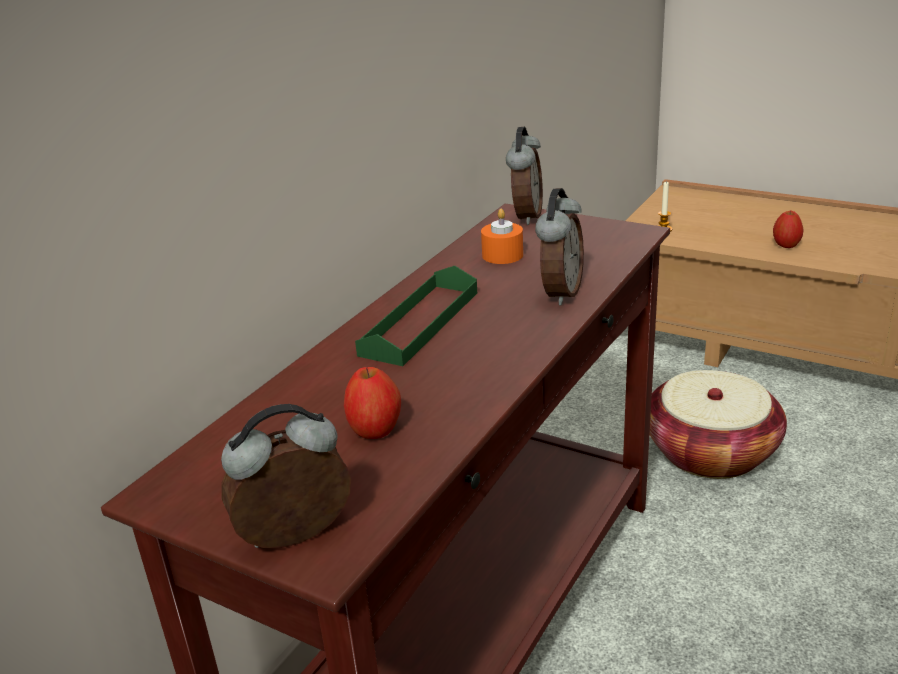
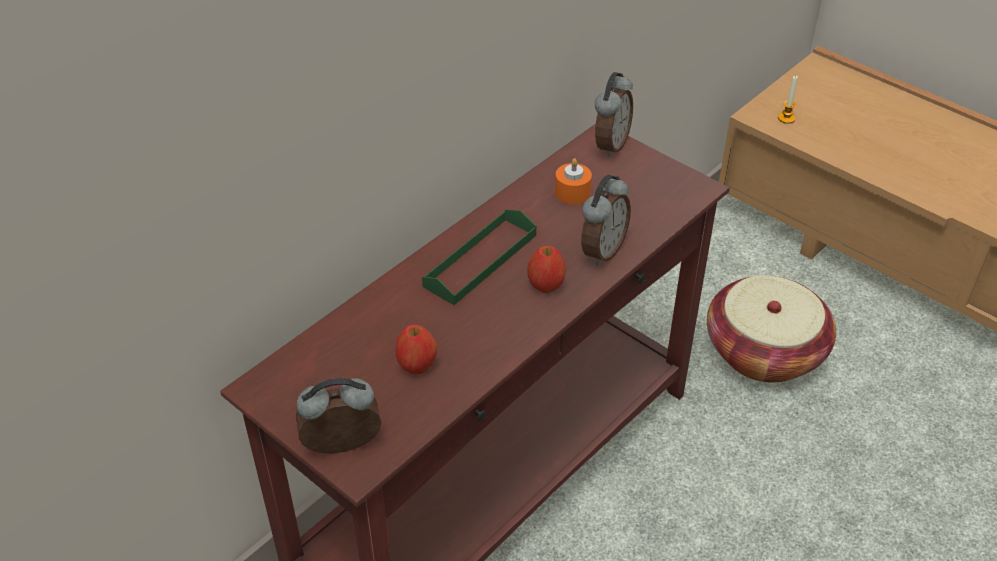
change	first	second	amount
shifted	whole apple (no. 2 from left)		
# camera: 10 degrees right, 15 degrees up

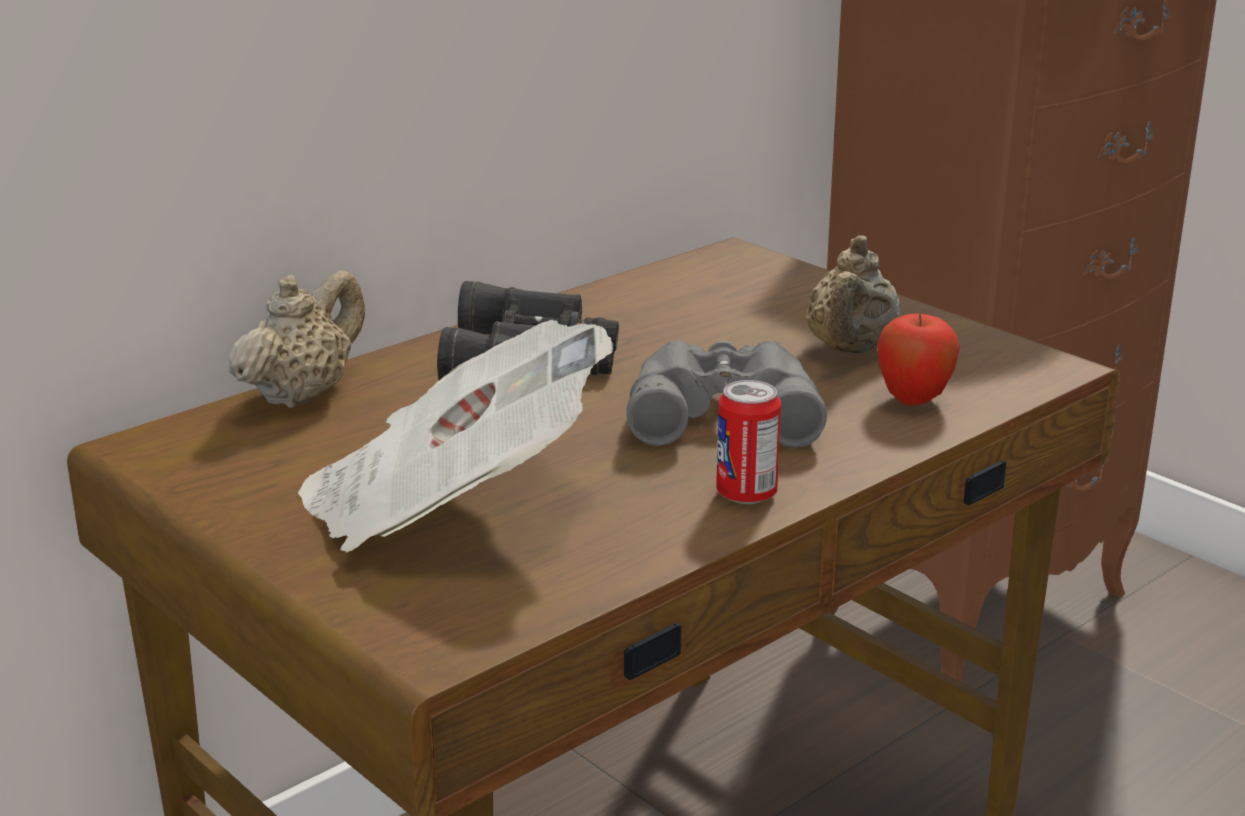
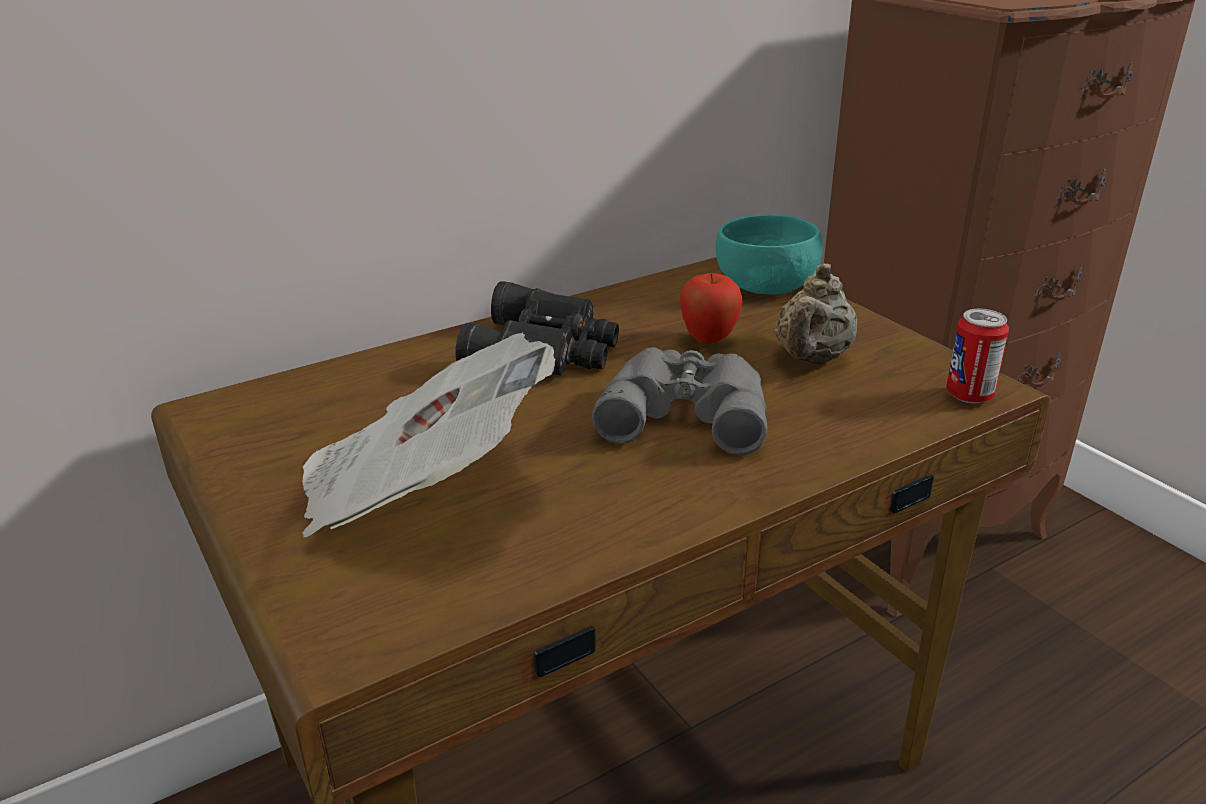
change	first	second	amount
gone	tea pot (beige) (no. 1 from left)		
shifted	whole apple		
shifted	sealed can		
new		serving bowl (blue-green)	
# camera: 10 degrees right, 5 degrees up

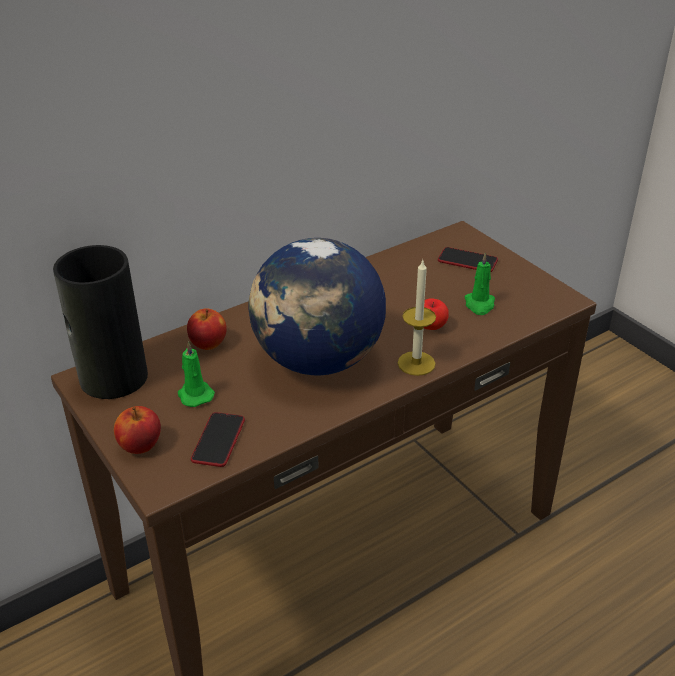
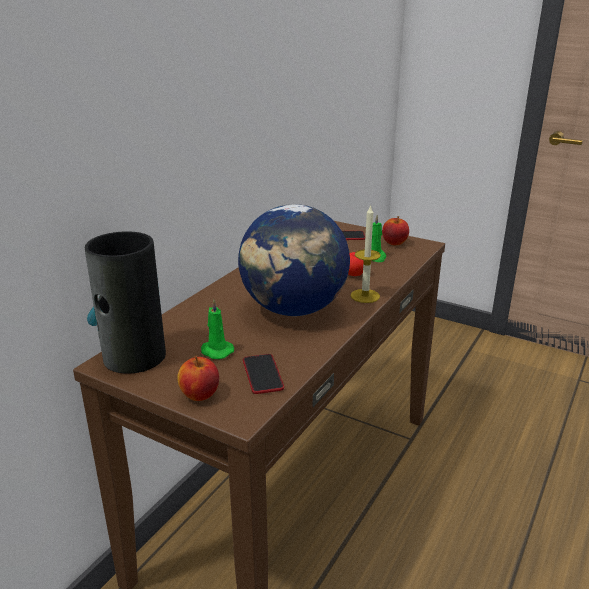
change	first	second	amount
shifted	whole apple (no. 2 from left in the first image)	whole apple (no. 3 from left)	
# camera: 25 degrees left, 10 degrees down

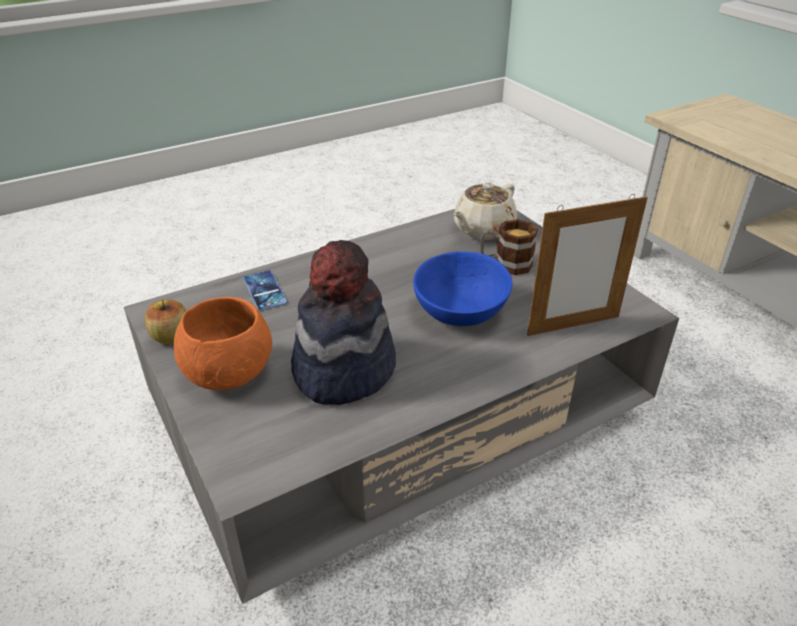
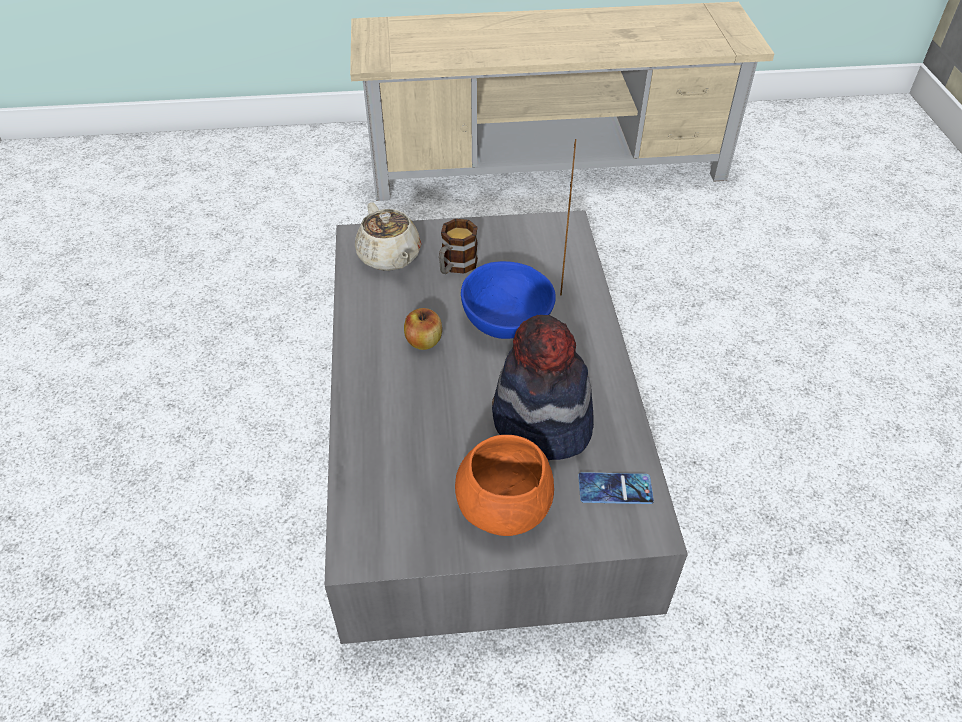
change	first	second	amount
shifted	telephone		
shifted	whole apple		
# camera: 65 degrees left, 10 degrees up

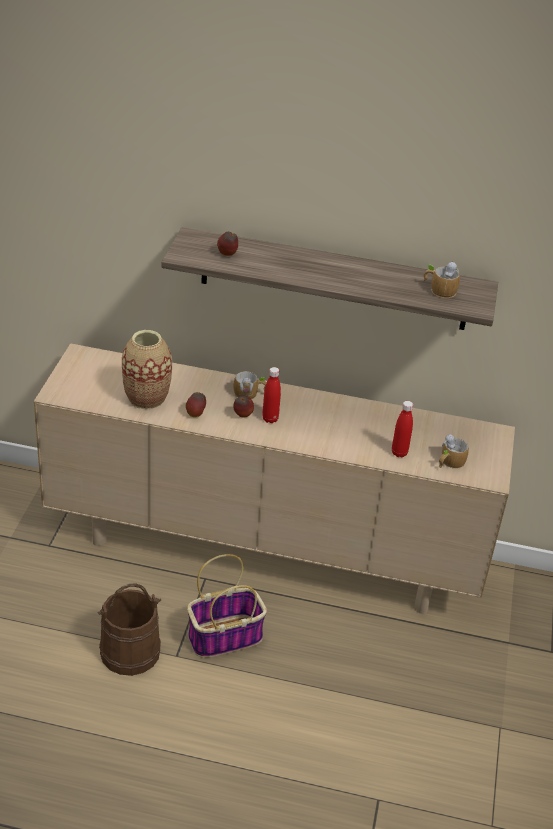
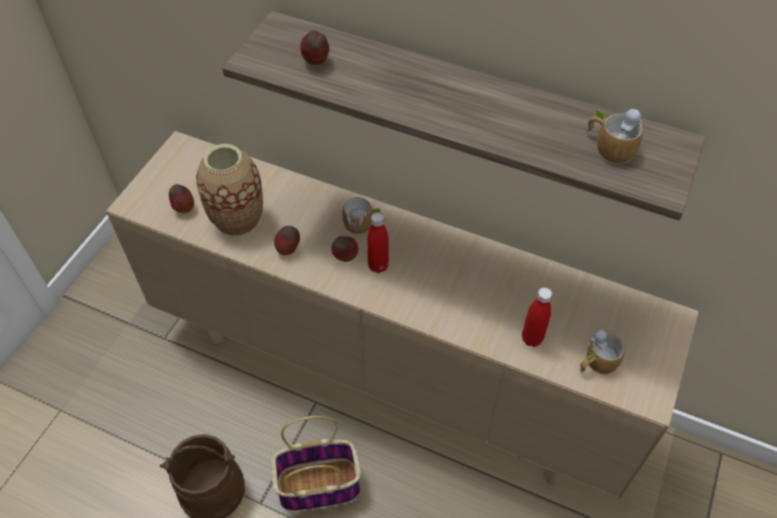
change	first	second	amount
new		whole apple (no. 1 from left)	
# camera: 15 degrees right, 15 degrees up

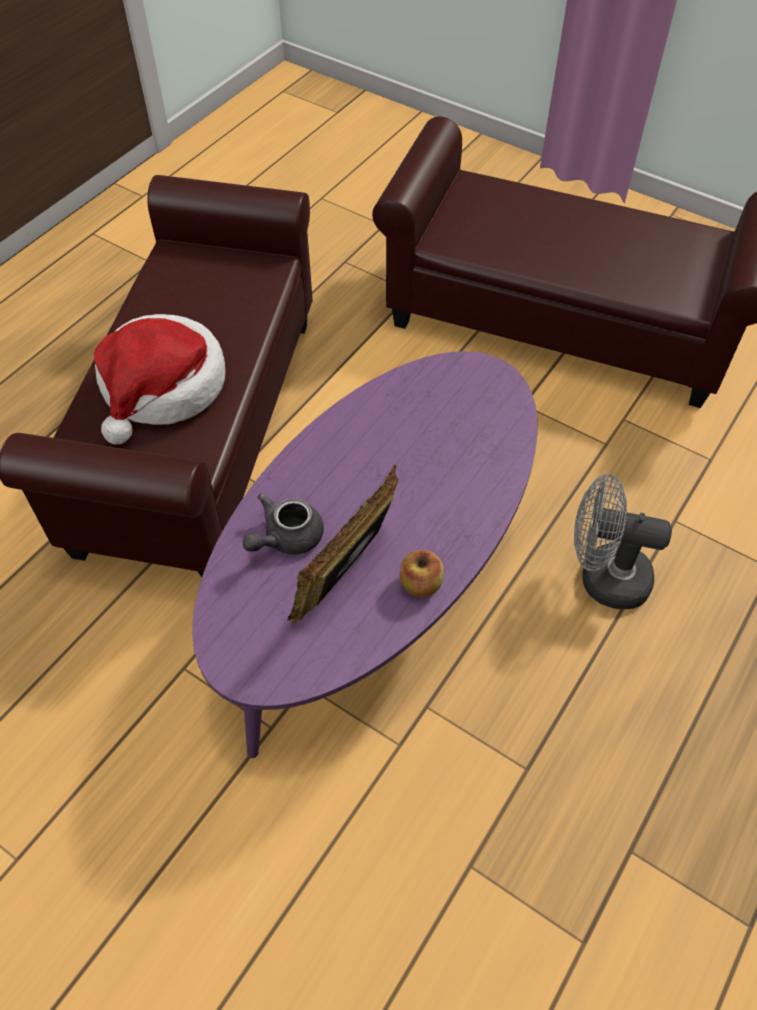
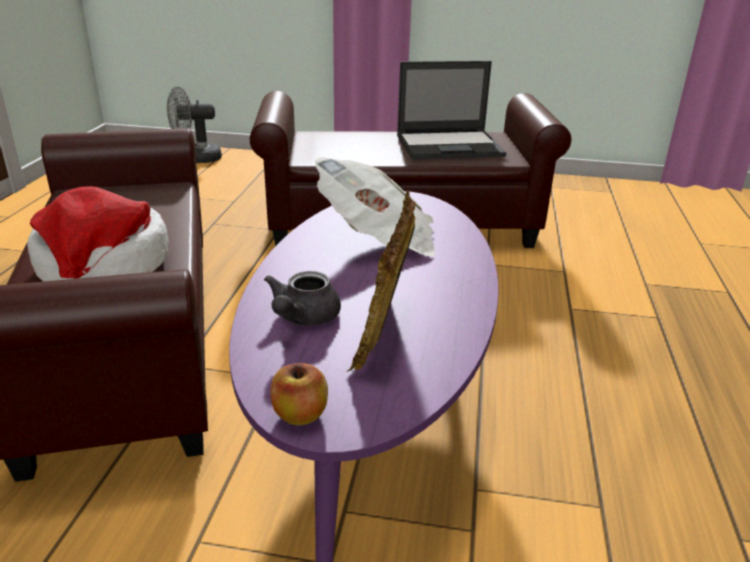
change	first	second	amount
shifted	cooling fan (greyish)		
shifted	whole apple		
new		laptop	
new		daily paper	
# camera: 25 degrees left, 25 degrees down

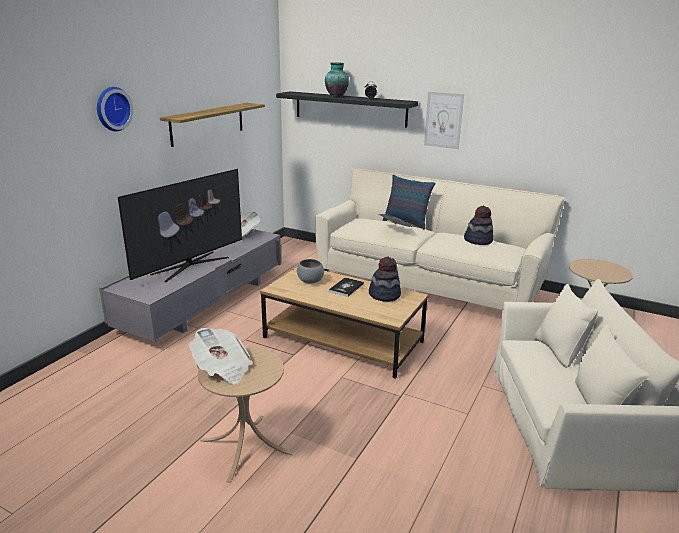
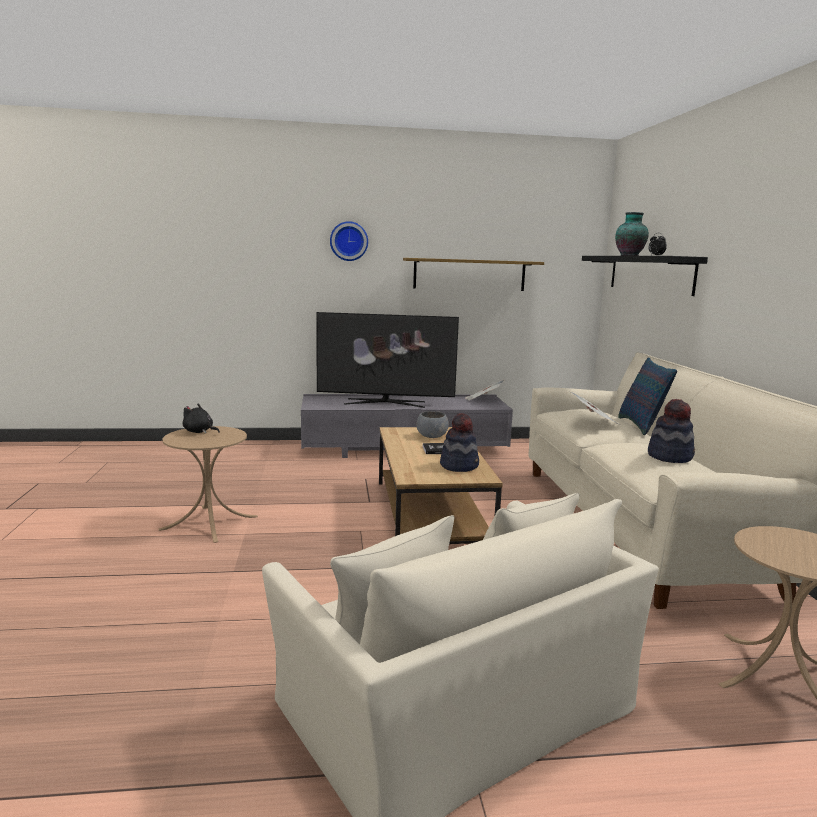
change	first	second	amount
gone	picture		
swapped	daily paper (no. 1 from left)	soft toy (blackish)	
# camera: 55 degrees right, 10 degrees down

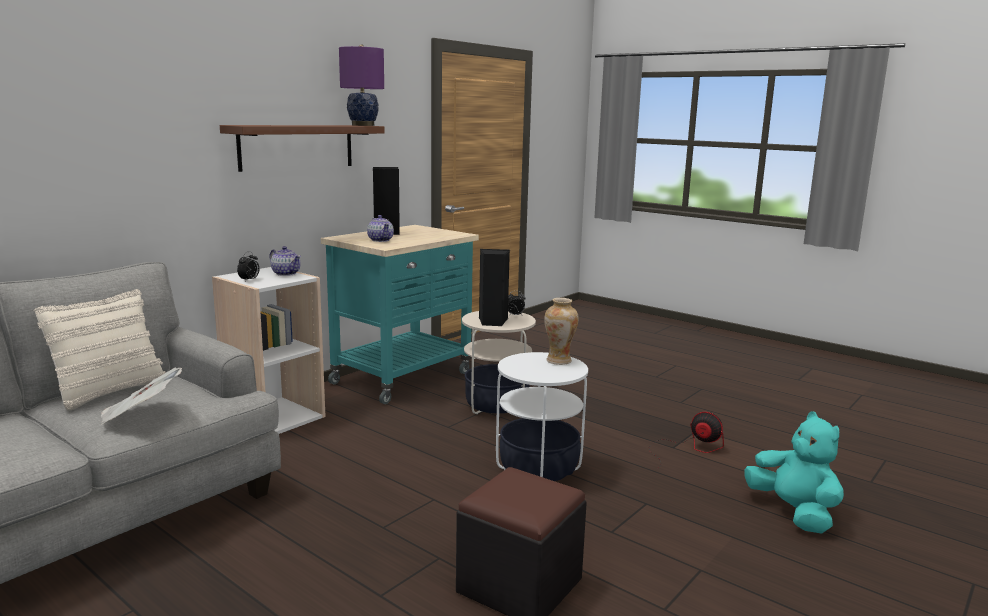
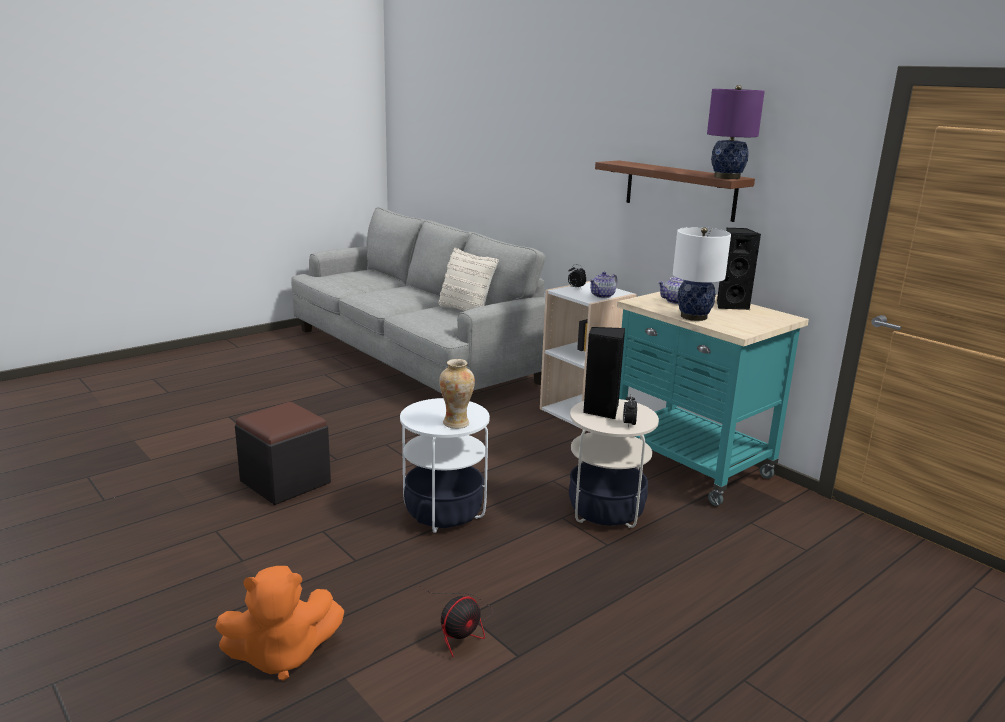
change	first	second	amount
gone	daily paper		
repainted	soft toy (blue-green)	soft toy (orangey)	
new		table lamp (white-coloured)	
# camera: 100 degrees right, 5 degrees up

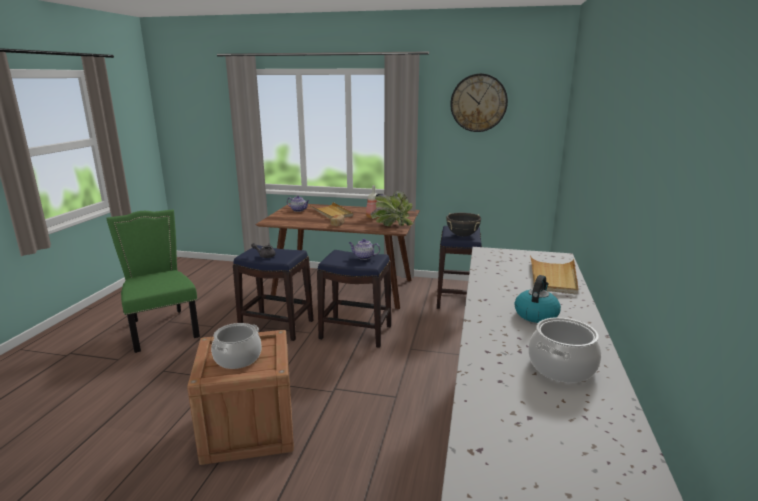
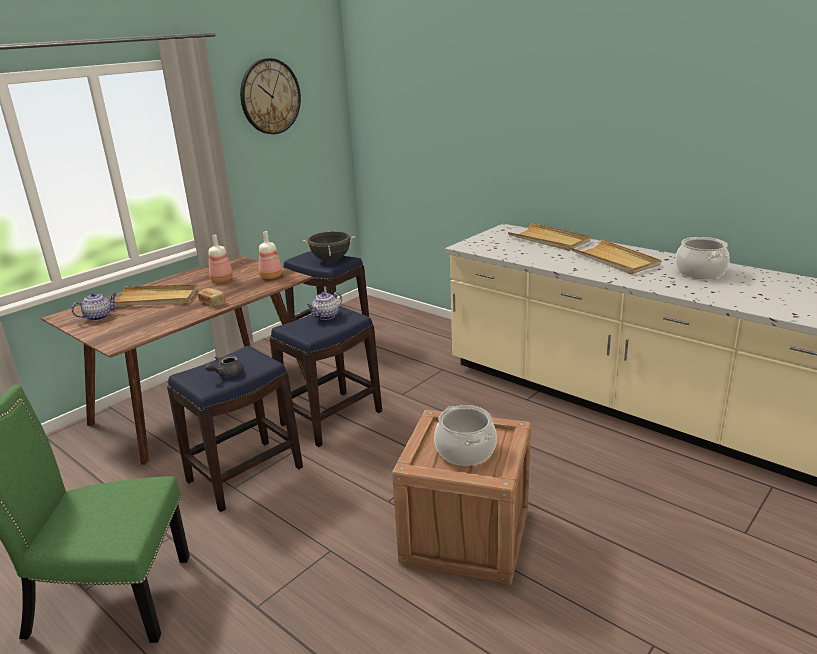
change	first	second	amount
swapped	houseplant	bottle (no. 2 from left)	
swapped	water kettle	serving tray (beige) (no. 3 from left)	
# camera: 60 degrees left, 5 degrees up

